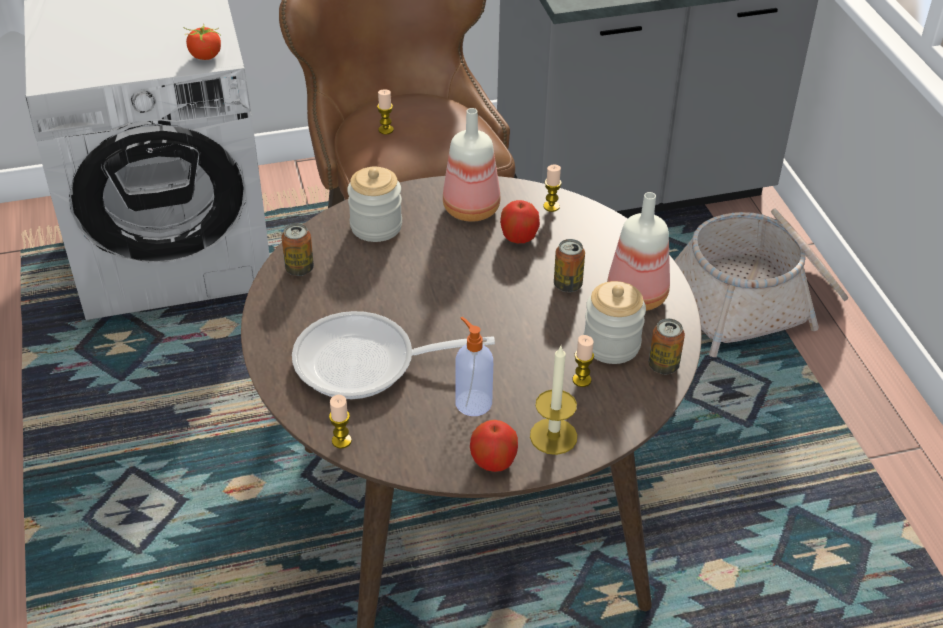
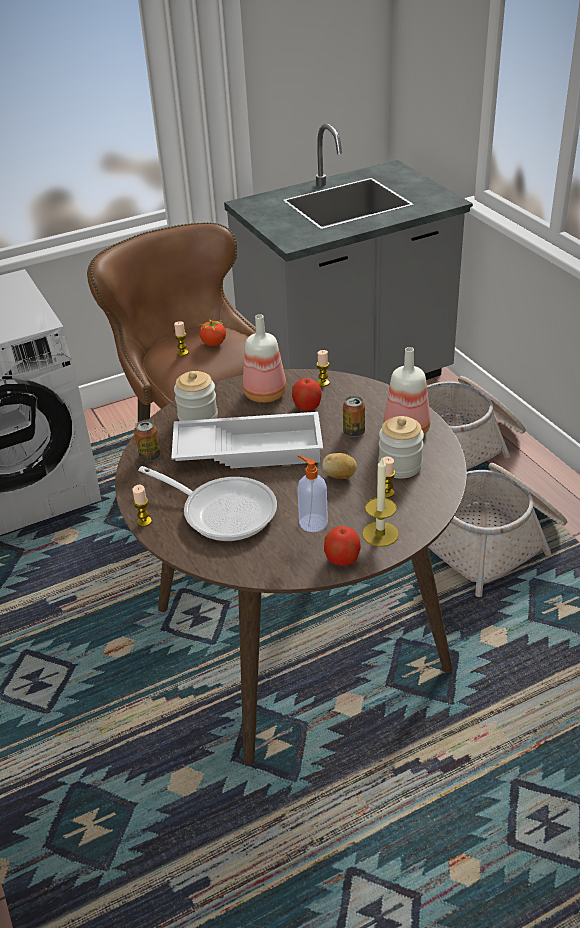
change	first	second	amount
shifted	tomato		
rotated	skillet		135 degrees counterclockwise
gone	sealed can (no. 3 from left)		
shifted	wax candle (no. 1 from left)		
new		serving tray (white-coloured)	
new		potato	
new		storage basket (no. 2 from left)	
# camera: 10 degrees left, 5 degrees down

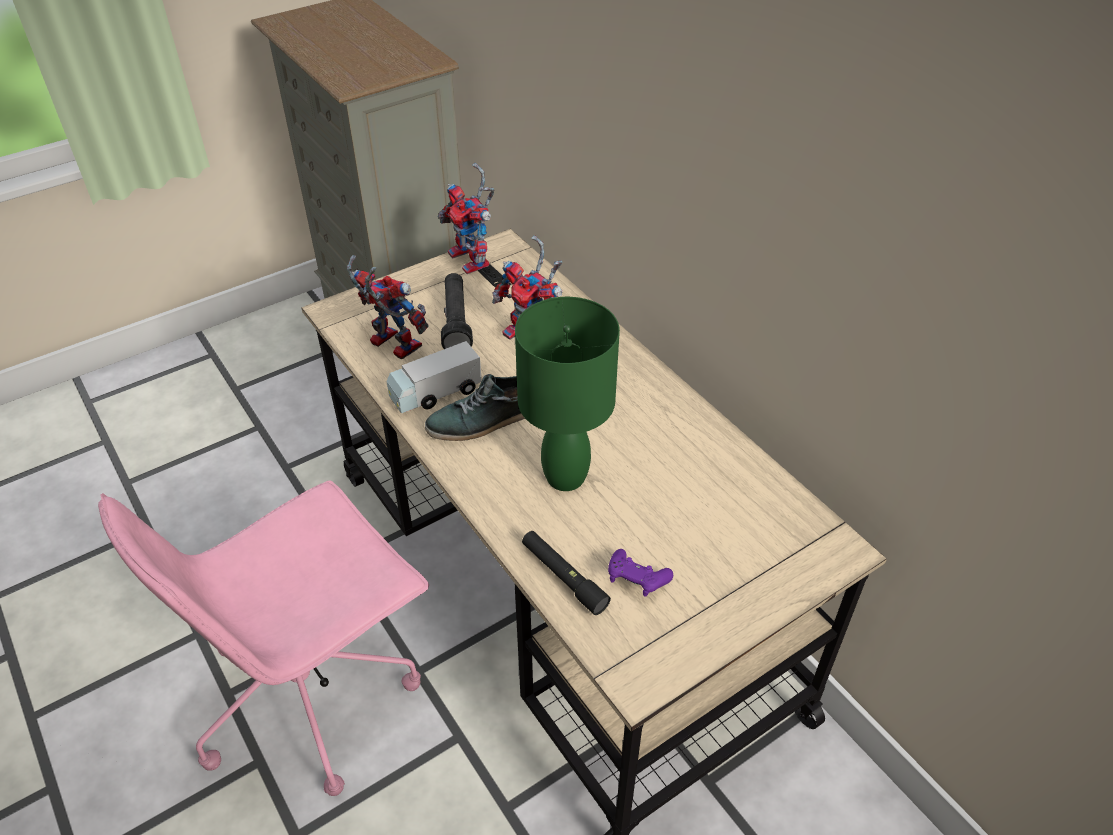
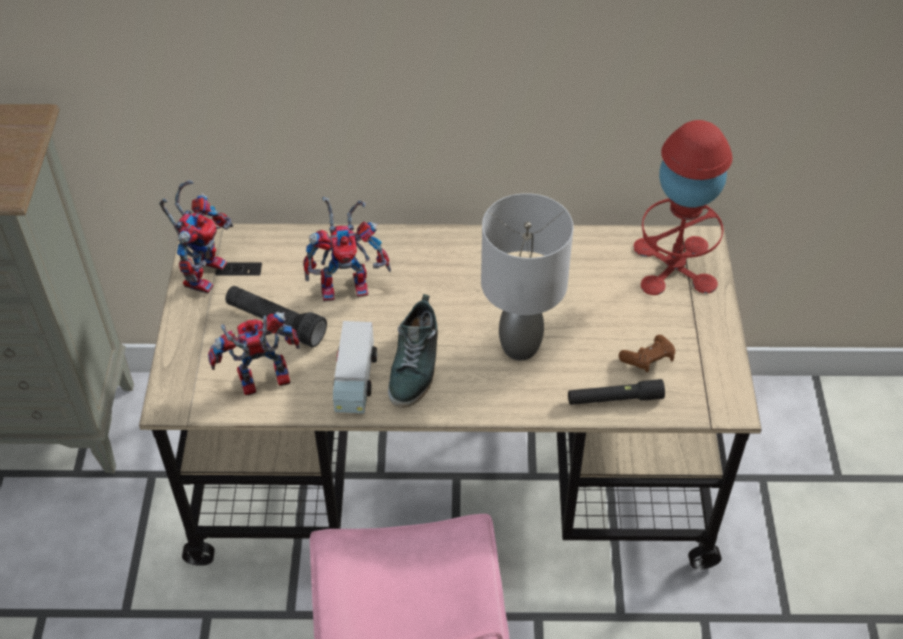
change	first	second	amount
rotated	toy robot (no. 2 from left in the first image)	toy robot (no. 1 from left)	75 degrees counterclockwise
repainted	table lamp (green)	table lamp (greyish)	
repainted	gamepad (purple)	gamepad (brown-coloured)	
new		table lamp (red)	
# camera: 55 degrees left, 5 degrees up

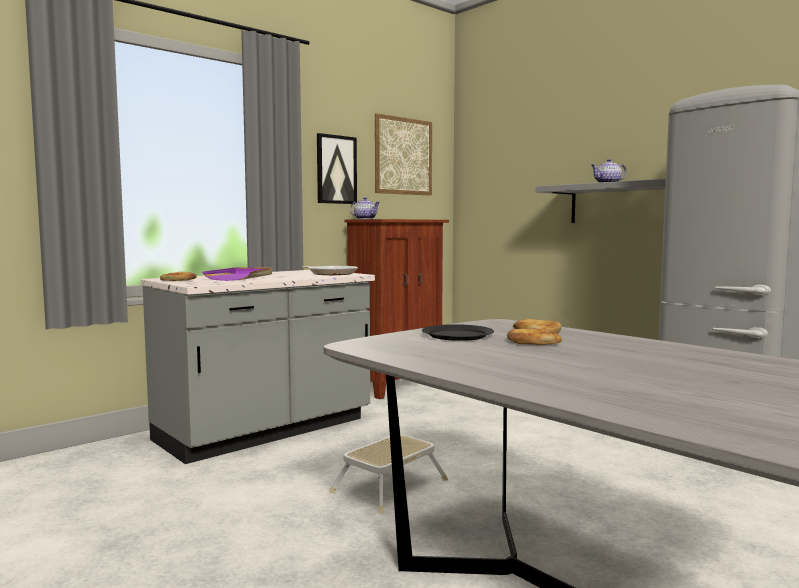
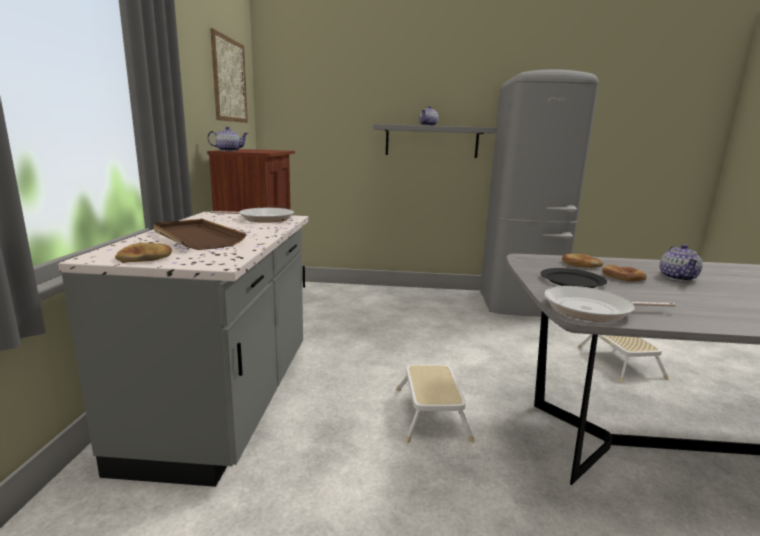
change	first	second	amount
gone	picture (no. 1 from left)		
repainted	serving tray (purple)	serving tray (brown-coloured)	
new		tea pot (no. 3 from left)	
new		skillet (no. 2 from left)	
new		stepladder (beige) (no. 2 from left)	
# camera: 45 degrees left, 10 degrees up

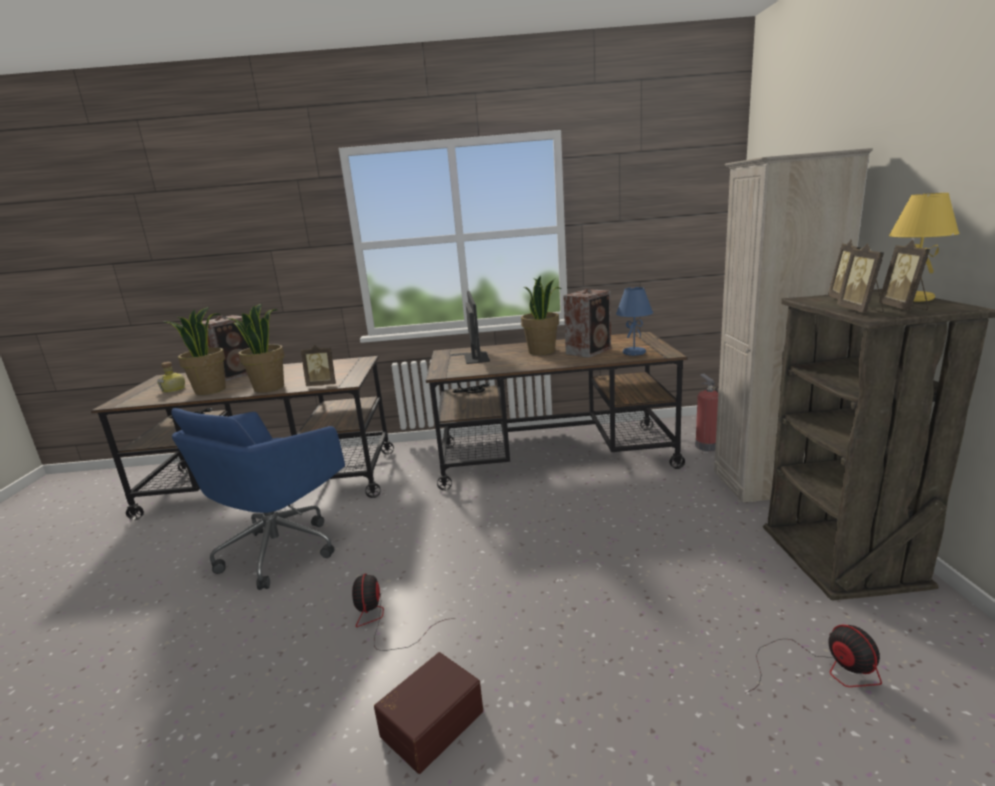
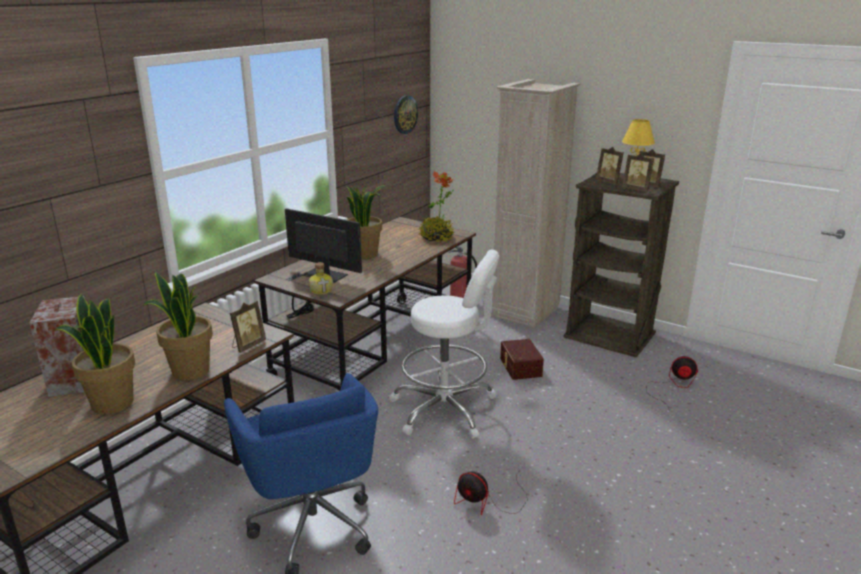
change	first	second	amount
swapped	table lamp (blue-coloured)	houseplant (no. 4 from left)	
gone	loudspeaker (no. 2 from left)		
shifted	bottle		
shifted	storage container (brown-coloured)		
new		hanging clock	
new		sitting stool (white-coloured)	
# camera: 55 degrees left, 5 degrees up

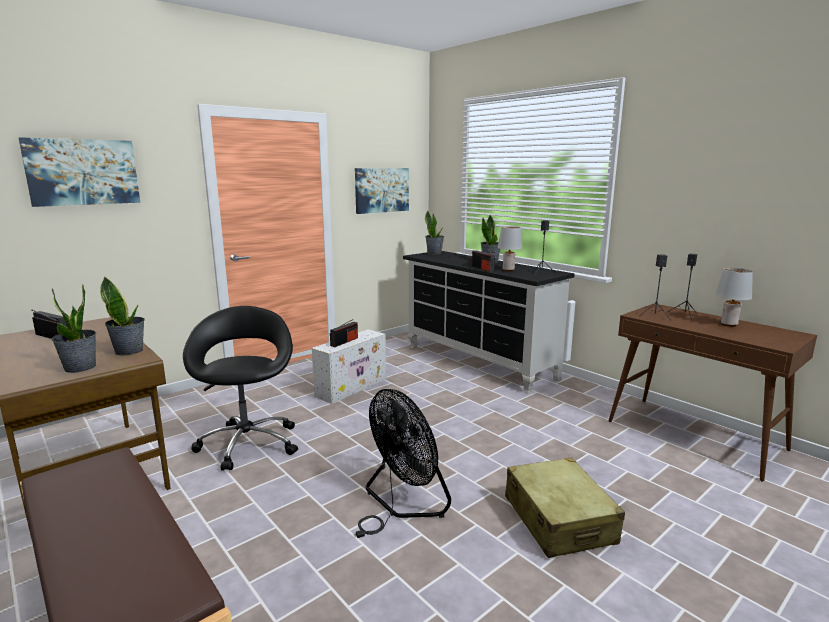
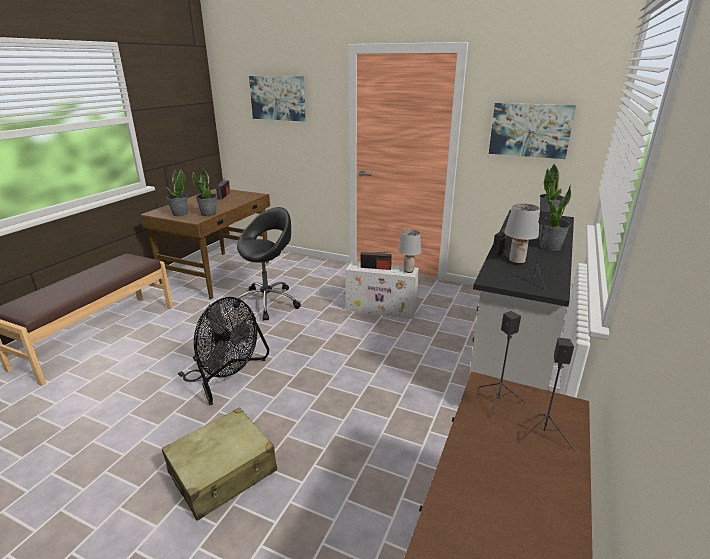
change	first	second	amount
shifted	table lamp (greyish) (no. 2 from left in the first image)	table lamp (greyish) (no. 1 from left)	
# camera: 65 degrees right, 10 degrees up

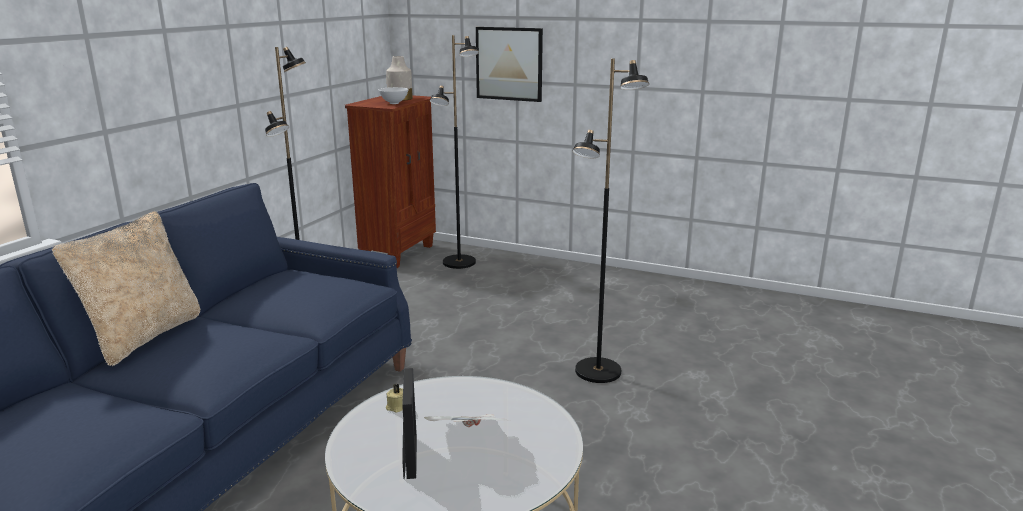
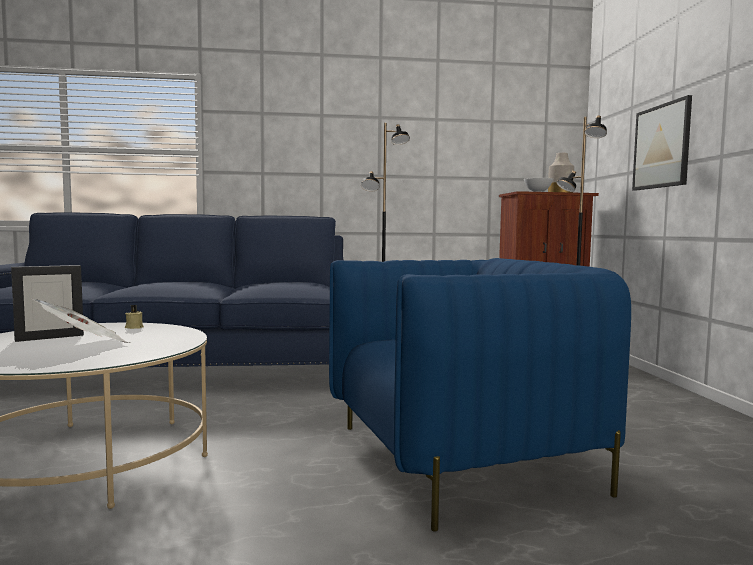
change	first	second	amount
swapped	floor lamp (blackish) (no. 3 from left)	armchair (blue-coloured)	
gone	cushion (beige)		
# camera: 60 degrees right, 15 degrees down

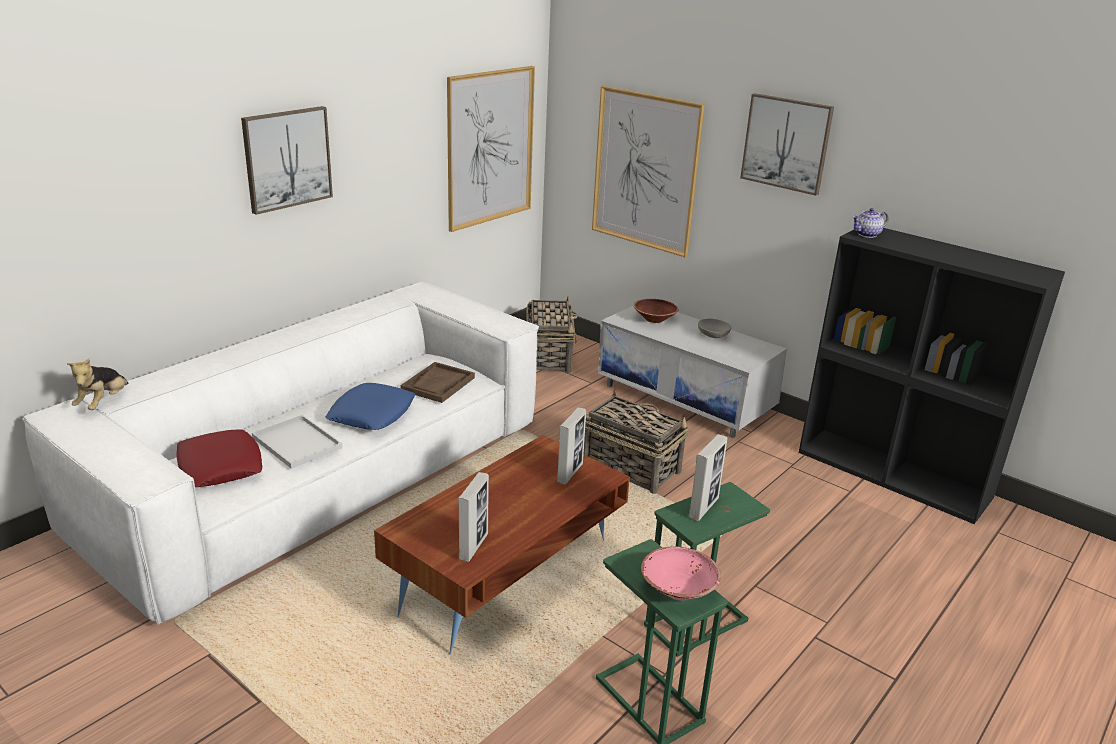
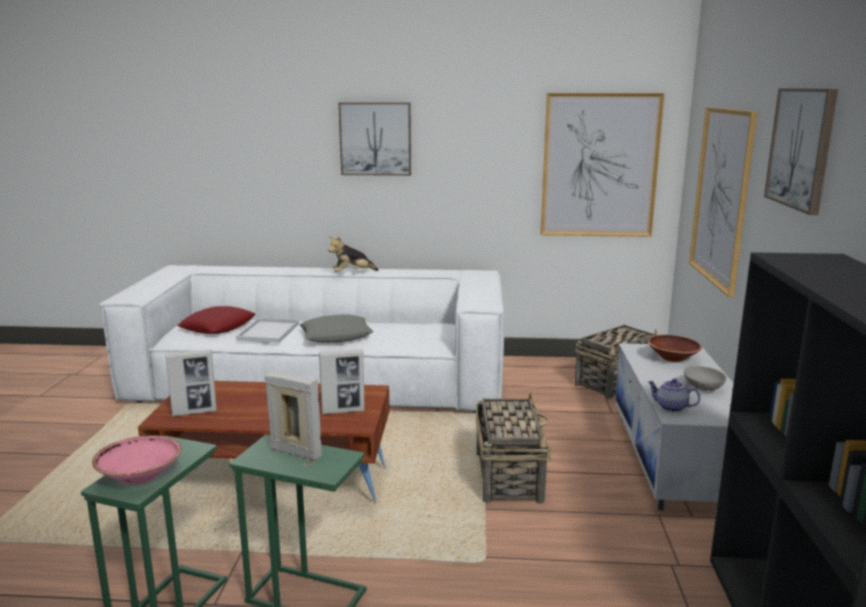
change	first	second	amount
shifted	tea pot		
shifted	soft toy		
gone	serving tray (brown-coloured)		
repainted	cushion (blue-coloured)	cushion (greyish)	
rotated	picture frame (no. 3 from left in the first image)	picture frame (no. 2 from left)	150 degrees counterclockwise
# camera: 55 degrees right, 10 degrees down

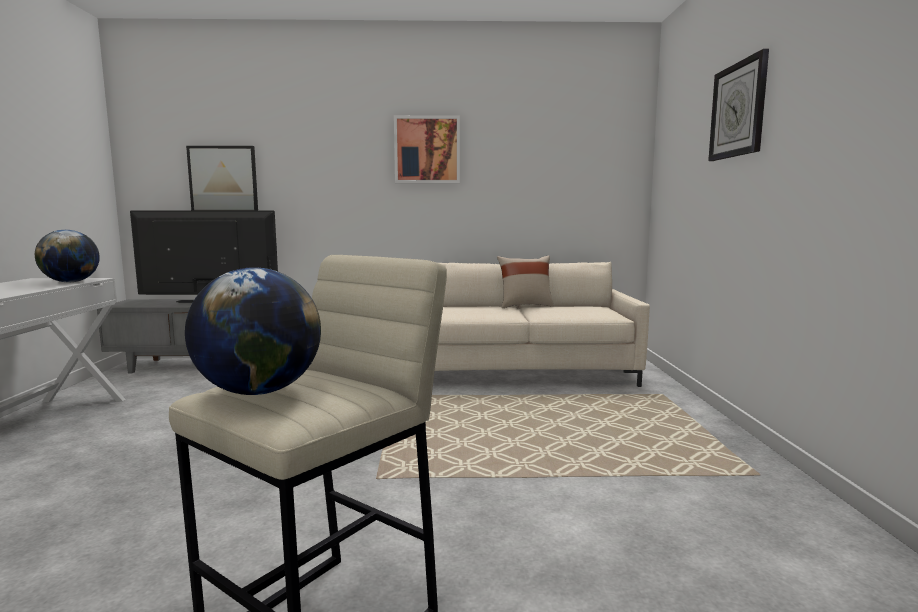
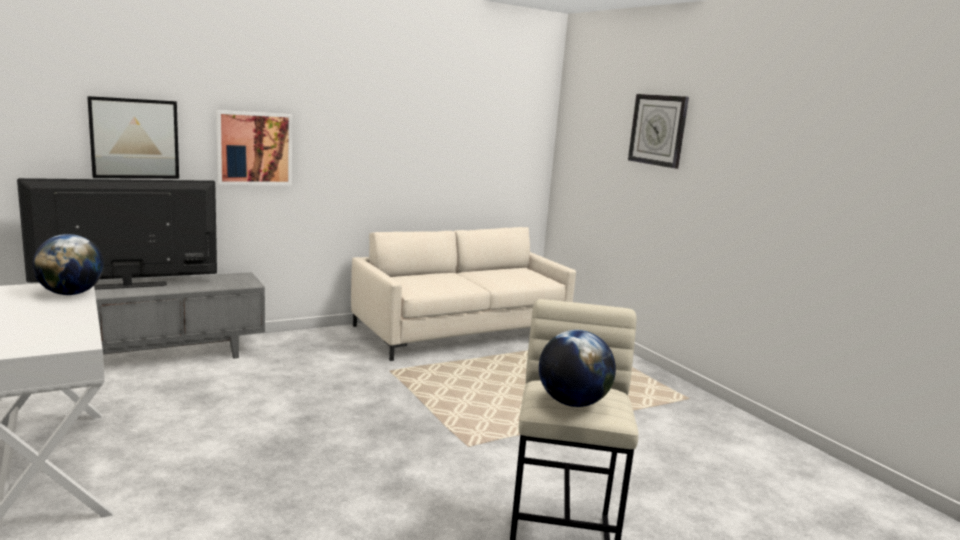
change	first	second	amount
shifted	picture (no. 2 from left)		
gone	cushion (beige)		
# camera: 30 degrees left, 5 degrees up

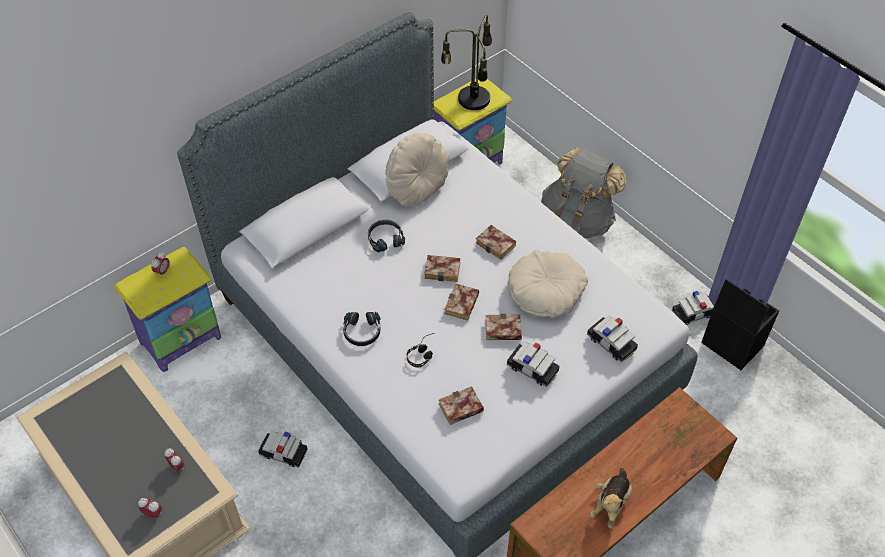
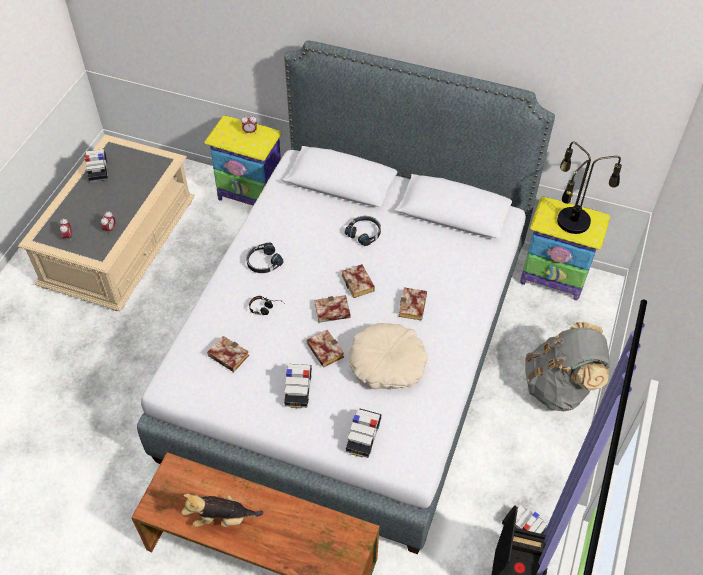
change	first	second	amount
gone	cushion (beige) (no. 1 from left)		
shifted	miniature car (no. 1 from left)		
# camera: 60 degrees right, 0 degrees up

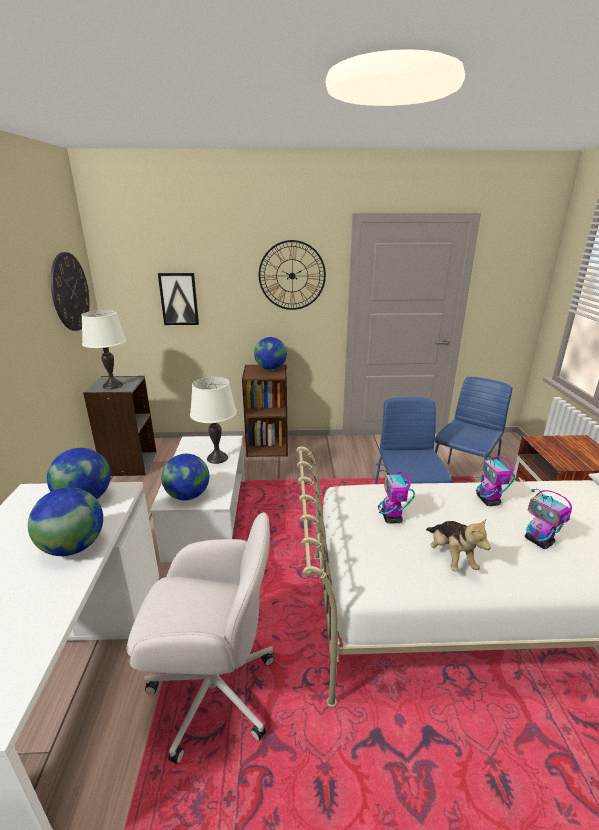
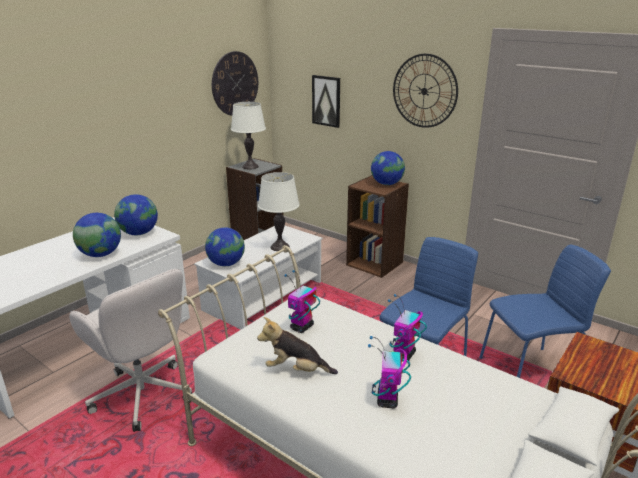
change	first	second	amount
rotated	soft toy		75 degrees clockwise
# camera: 40 degrees right, 0 degrees up

